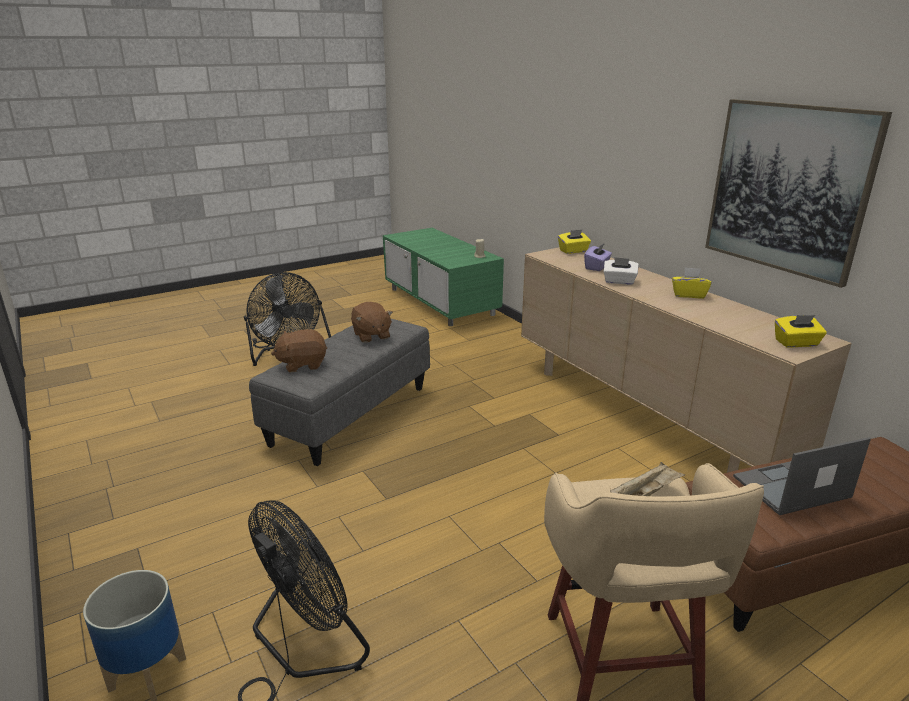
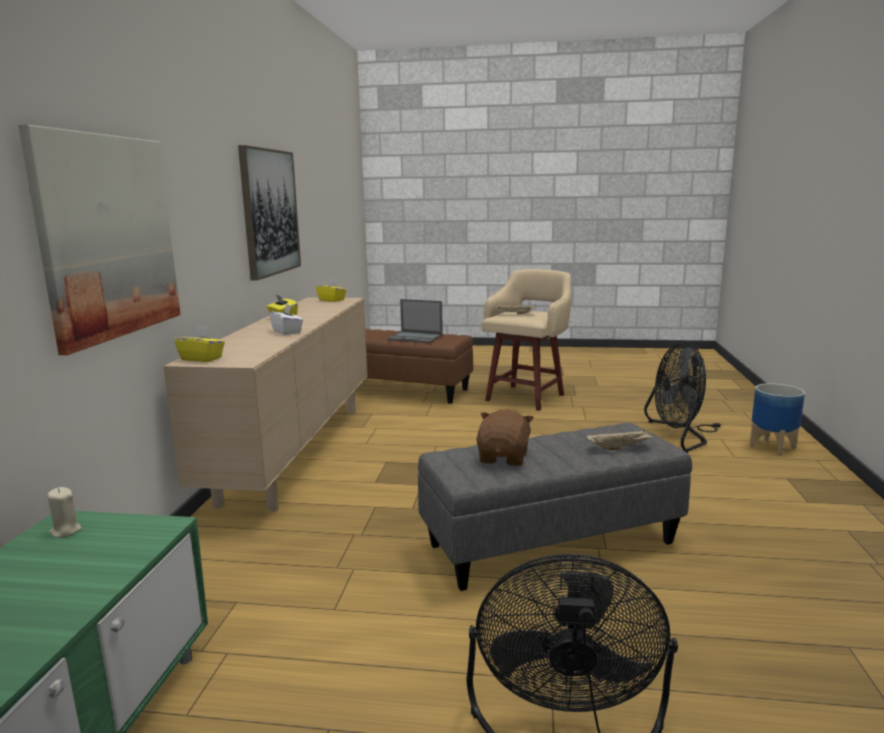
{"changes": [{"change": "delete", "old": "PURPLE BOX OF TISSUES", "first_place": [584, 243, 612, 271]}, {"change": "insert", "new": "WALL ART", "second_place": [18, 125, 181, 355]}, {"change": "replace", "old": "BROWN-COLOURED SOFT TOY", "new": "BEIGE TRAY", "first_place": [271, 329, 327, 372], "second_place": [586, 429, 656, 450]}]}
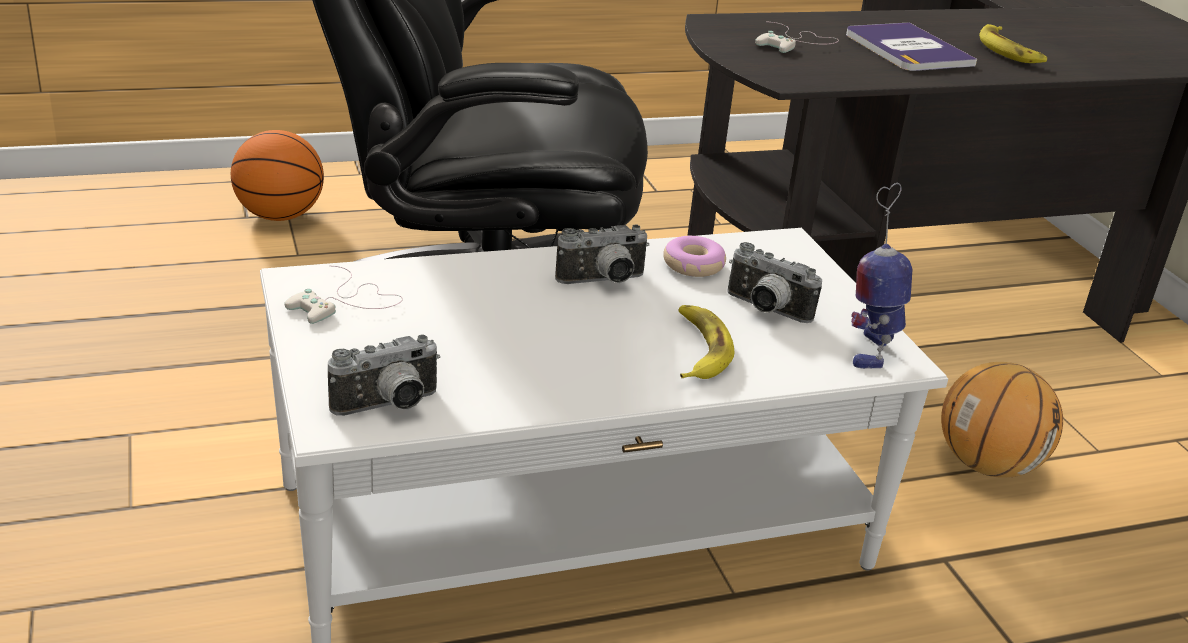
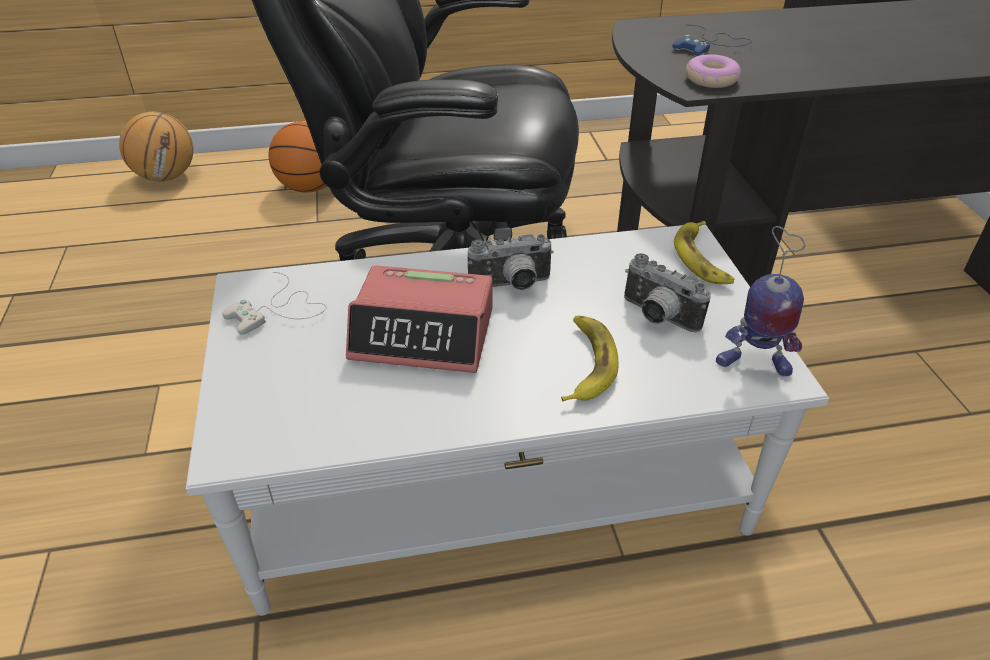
{"changes": [{"change": "delete", "old": "PHOTO CAMERA", "first_place": [328, 334, 440, 416]}, {"change": "delete", "old": "BOOK", "first_place": [846, 22, 977, 71]}, {"change": "insert", "new": "ALARM CLOCK", "second_place": [346, 265, 493, 373]}, {"change": "move", "old": "DOUGHNUT", "first_place": [663, 236, 726, 277], "second_place": [686, 54, 741, 88]}, {"change": "move", "old": "BASKETBALL BALL", "first_place": [941, 362, 1063, 478], "second_place": [119, 112, 194, 181]}, {"change": "move", "old": "WHOLE BANANA", "first_place": [979, 24, 1047, 63], "second_place": [674, 221, 735, 284]}, {"change": "recolor", "old": "WHITE JOYPAD", "new": "BLUISH JOYPAD", "first_place": [755, 22, 839, 53], "second_place": [672, 25, 752, 56]}, {"change": "rotate", "old": "ROBOT FIGURE", "first_place": [851, 183, 912, 369], "second_place": [716, 226, 806, 377], "degrees": -105}]}
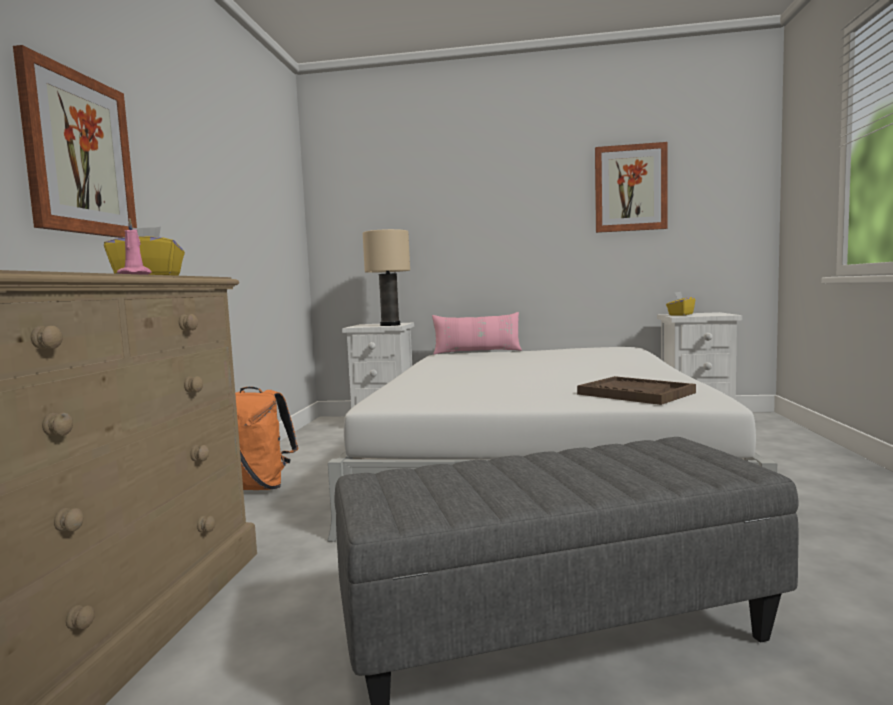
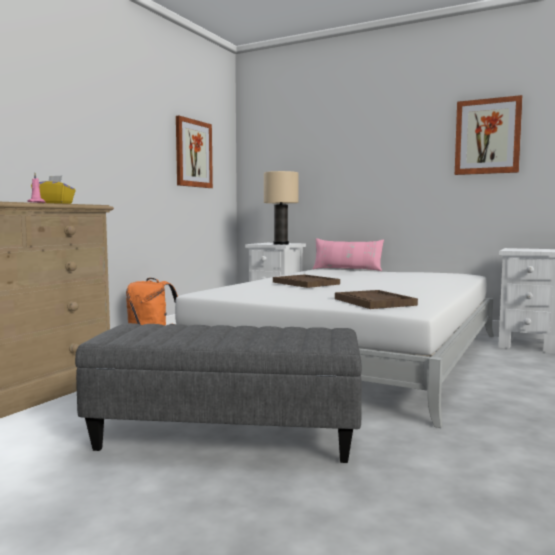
{"changes": [{"change": "delete", "old": "YELLOW-COLOURED BOX OF TISSUES", "first_place": [666, 292, 695, 315]}, {"change": "insert", "new": "BROWN-COLOURED TRAY", "second_place": [273, 274, 340, 288]}, {"change": "move", "old": "WALL ART", "first_place": [13, 45, 137, 238], "second_place": [176, 115, 213, 188]}]}
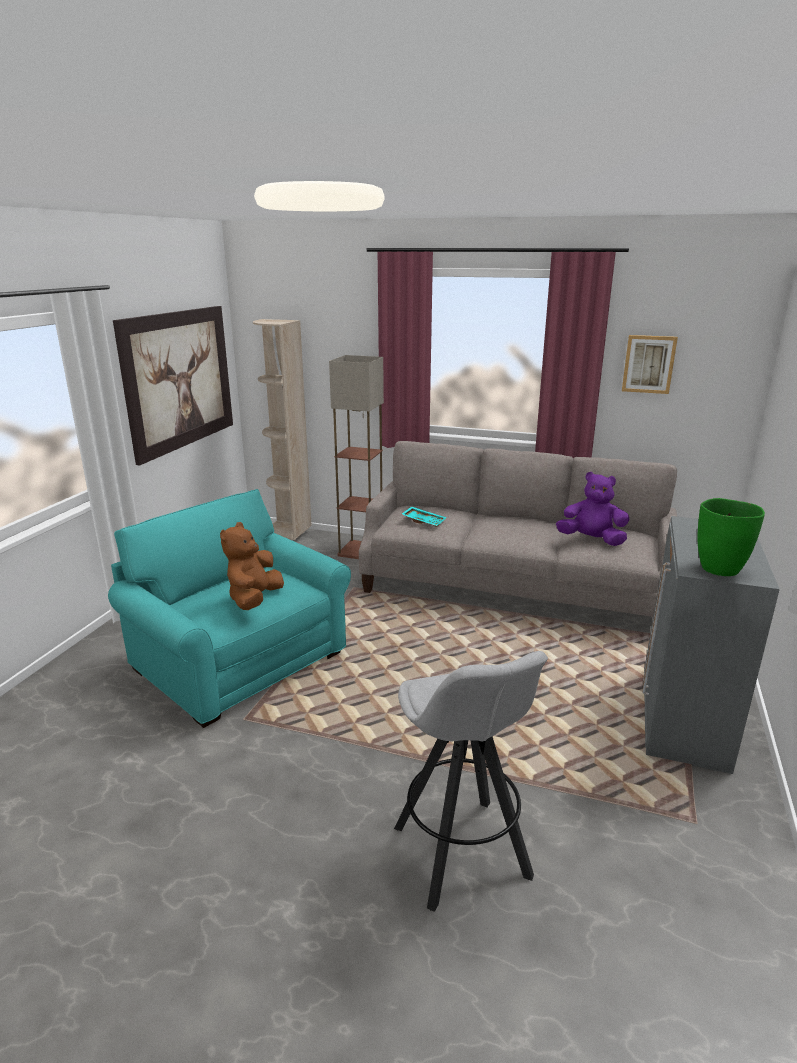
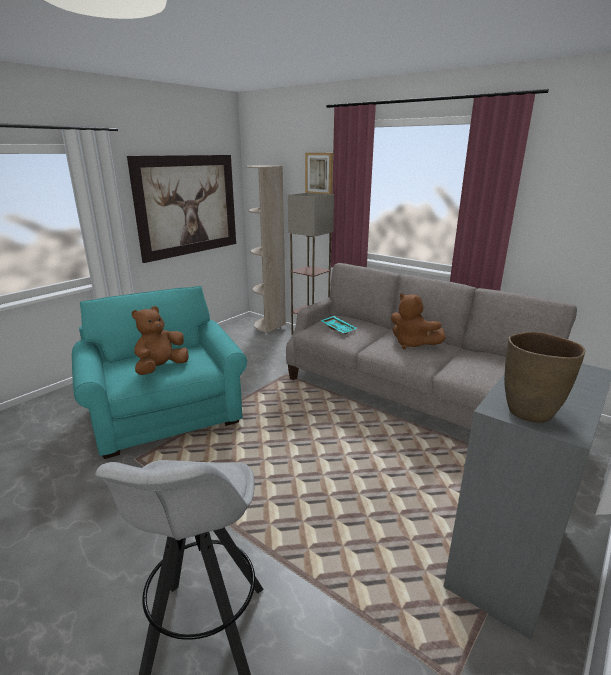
{"changes": [{"change": "delete", "old": "PURPLE SOFT TOY", "first_place": [556, 472, 630, 546]}, {"change": "insert", "new": "BROWN-COLOURED SOFT TOY", "second_place": [391, 293, 446, 349]}, {"change": "move", "old": "WALL ART", "first_place": [622, 335, 678, 394], "second_place": [305, 153, 333, 194]}, {"change": "recolor", "old": "GREEN DECORATIVE VASE", "new": "BROWN-COLOURED DECORATIVE VASE", "first_place": [697, 498, 765, 576], "second_place": [504, 332, 585, 423]}]}
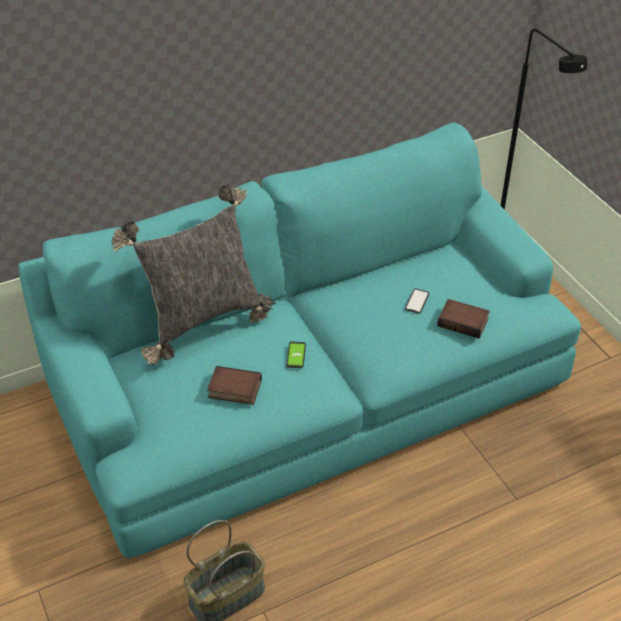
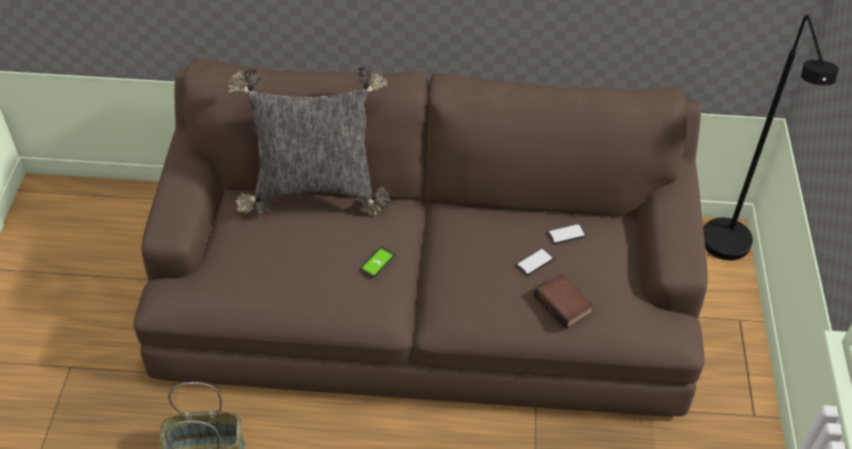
{"changes": [{"change": "delete", "old": "BOOK", "first_place": [207, 366, 262, 405]}, {"change": "insert", "new": "TELEPHONE", "second_place": [547, 223, 586, 244]}, {"change": "recolor", "old": "TURQUOISE SETTEE", "new": "BROWN-COLOURED SETTEE", "first_place": [18, 122, 581, 559], "second_place": [133, 58, 707, 416]}]}
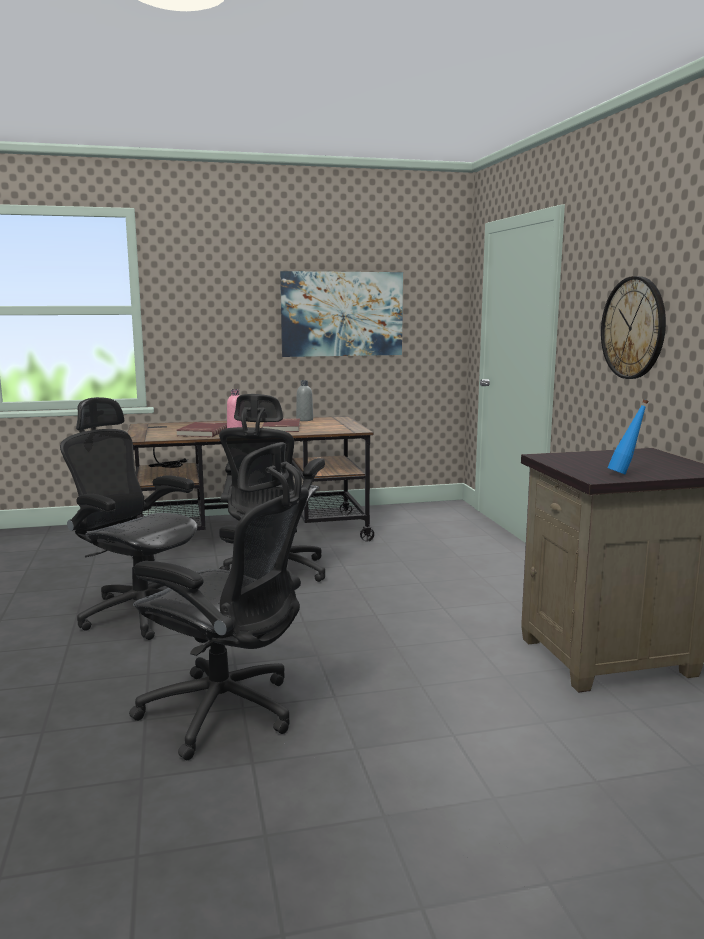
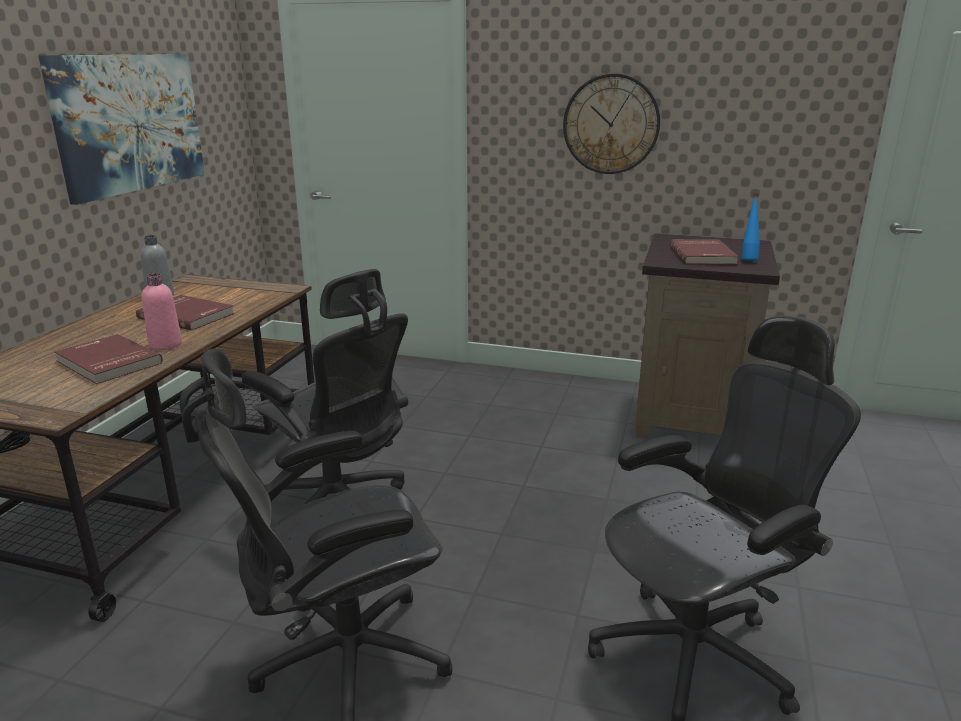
{"changes": [{"change": "insert", "new": "RED BOOK", "second_place": [670, 240, 739, 265]}]}
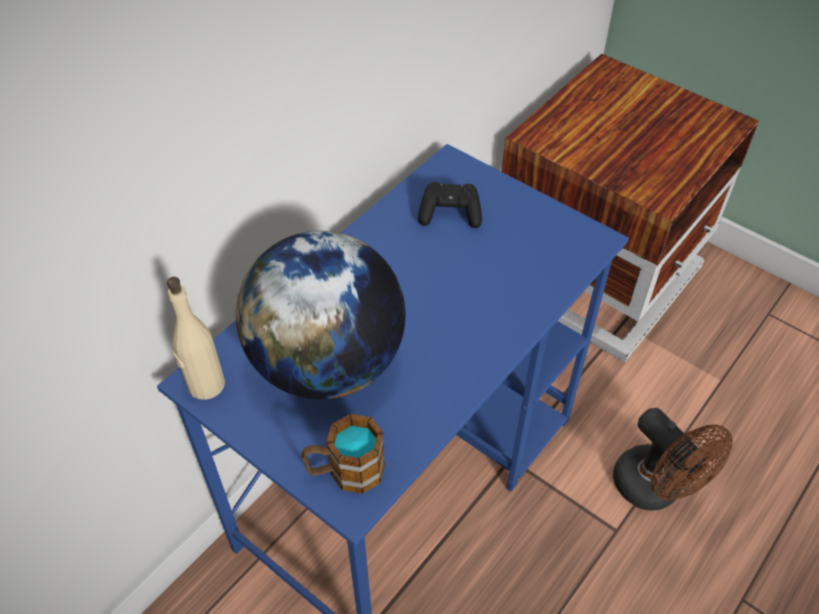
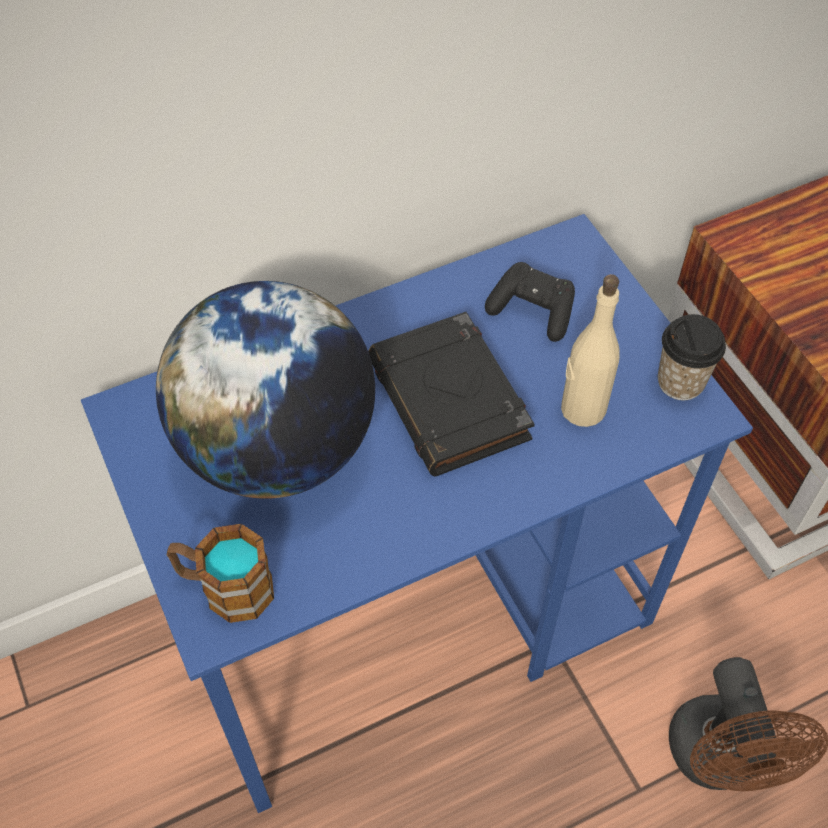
{"changes": [{"change": "insert", "new": "BLACK-COLOURED BOOK", "second_place": [368, 312, 535, 477]}, {"change": "insert", "new": "SMALL CUP", "second_place": [658, 314, 726, 400]}, {"change": "move", "old": "BEIGE BOTTLE", "first_place": [167, 277, 225, 400], "second_place": [561, 274, 620, 427]}]}
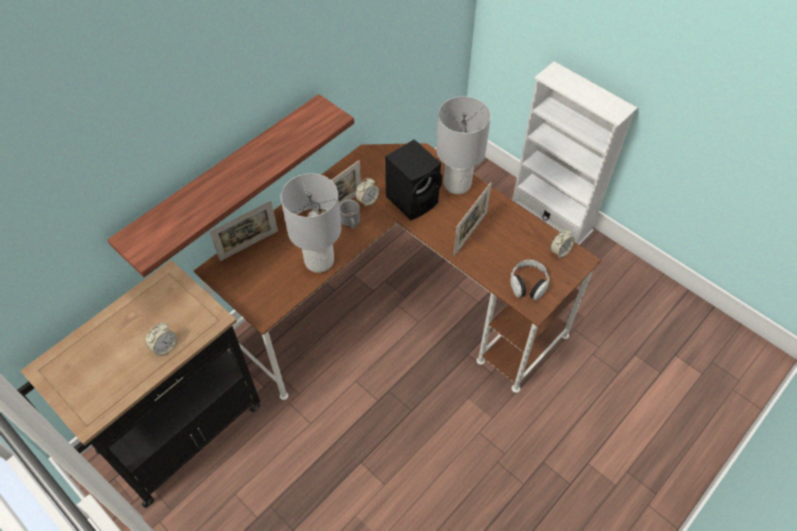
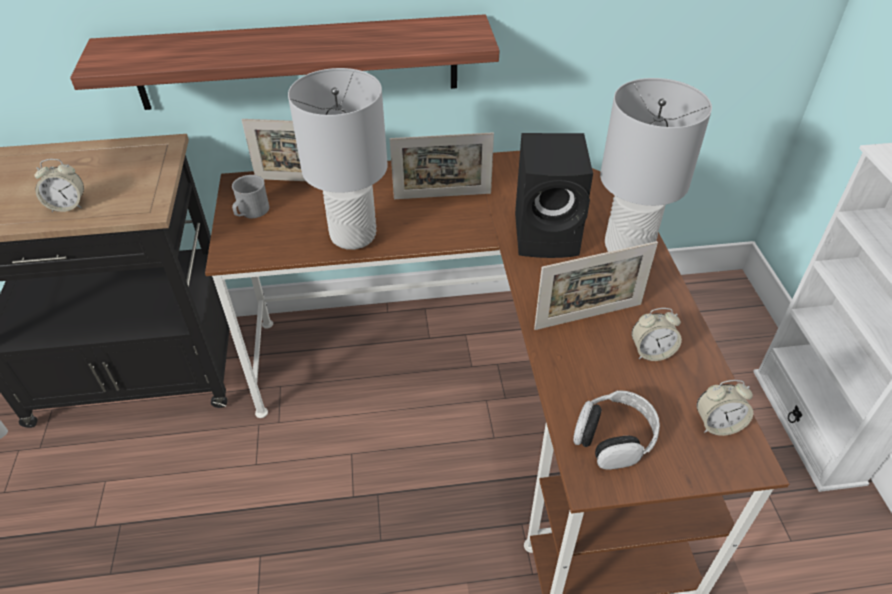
{"changes": [{"change": "move", "old": "GREY TEA MUG", "first_place": [339, 200, 360, 229], "second_place": [232, 175, 269, 218]}, {"change": "move", "old": "ALARM CLOCK", "first_place": [355, 177, 379, 207], "second_place": [632, 308, 682, 361]}]}
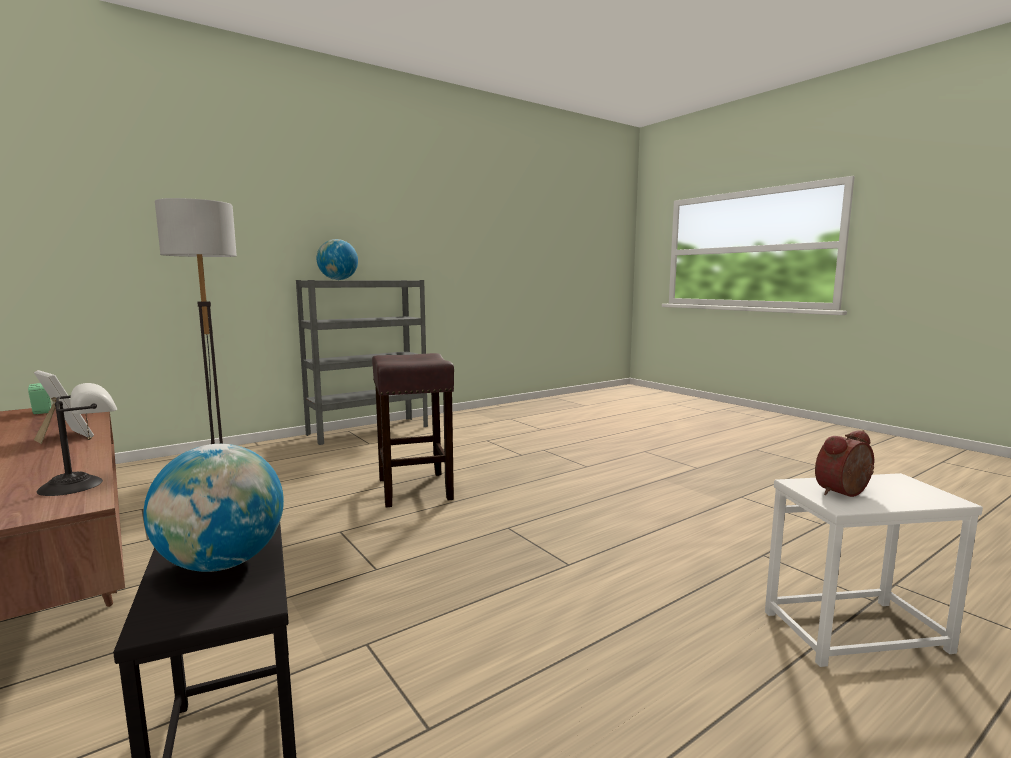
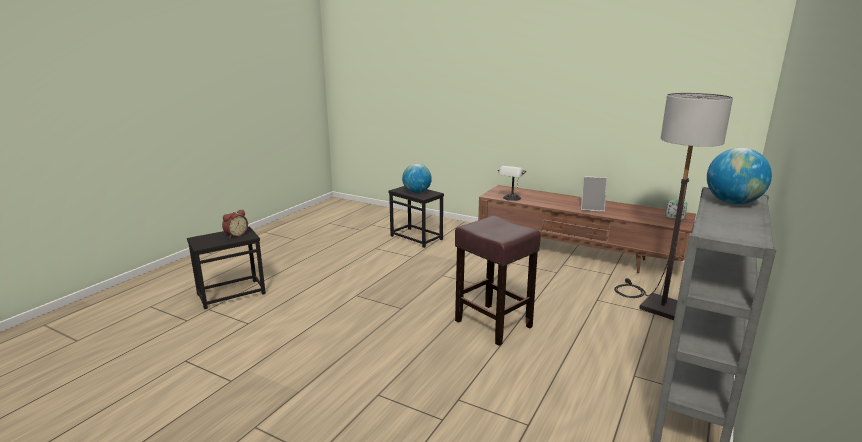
{"changes": [{"change": "recolor", "old": "WHITE SIDE TABLE", "new": "BLACK-COLOURED SIDE TABLE", "first_place": [765, 473, 983, 667], "second_place": [187, 226, 266, 309]}]}
